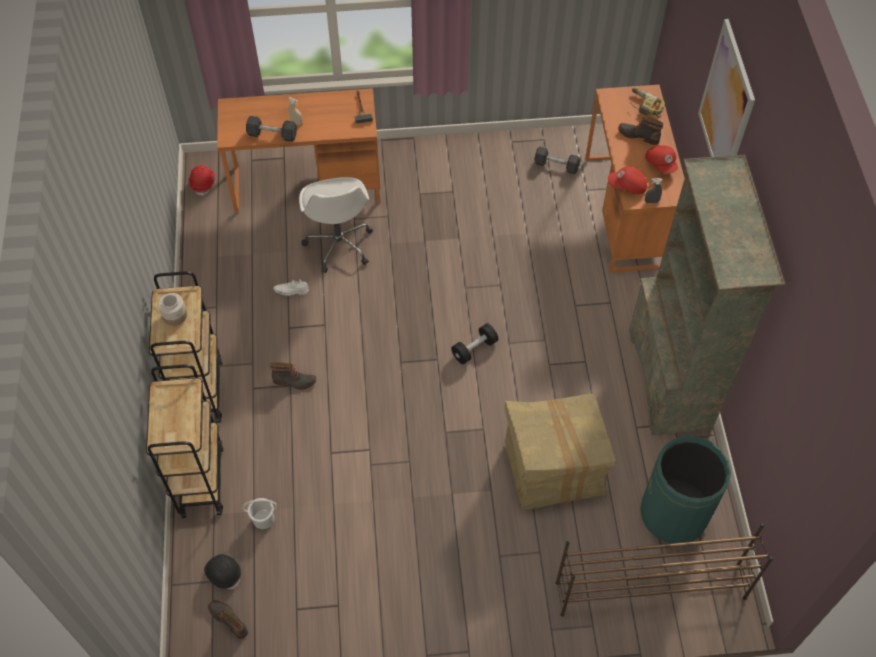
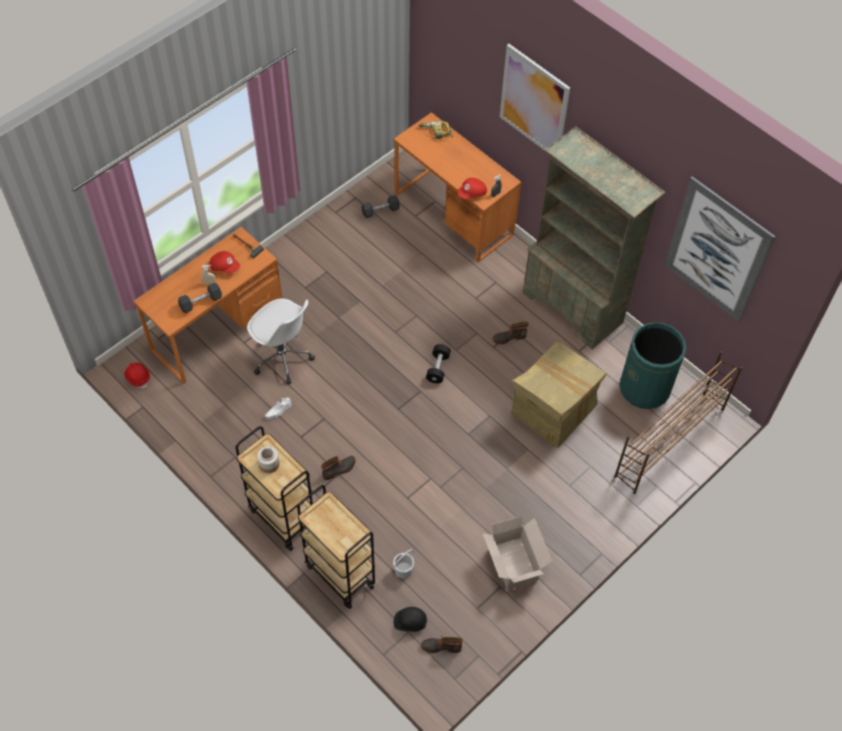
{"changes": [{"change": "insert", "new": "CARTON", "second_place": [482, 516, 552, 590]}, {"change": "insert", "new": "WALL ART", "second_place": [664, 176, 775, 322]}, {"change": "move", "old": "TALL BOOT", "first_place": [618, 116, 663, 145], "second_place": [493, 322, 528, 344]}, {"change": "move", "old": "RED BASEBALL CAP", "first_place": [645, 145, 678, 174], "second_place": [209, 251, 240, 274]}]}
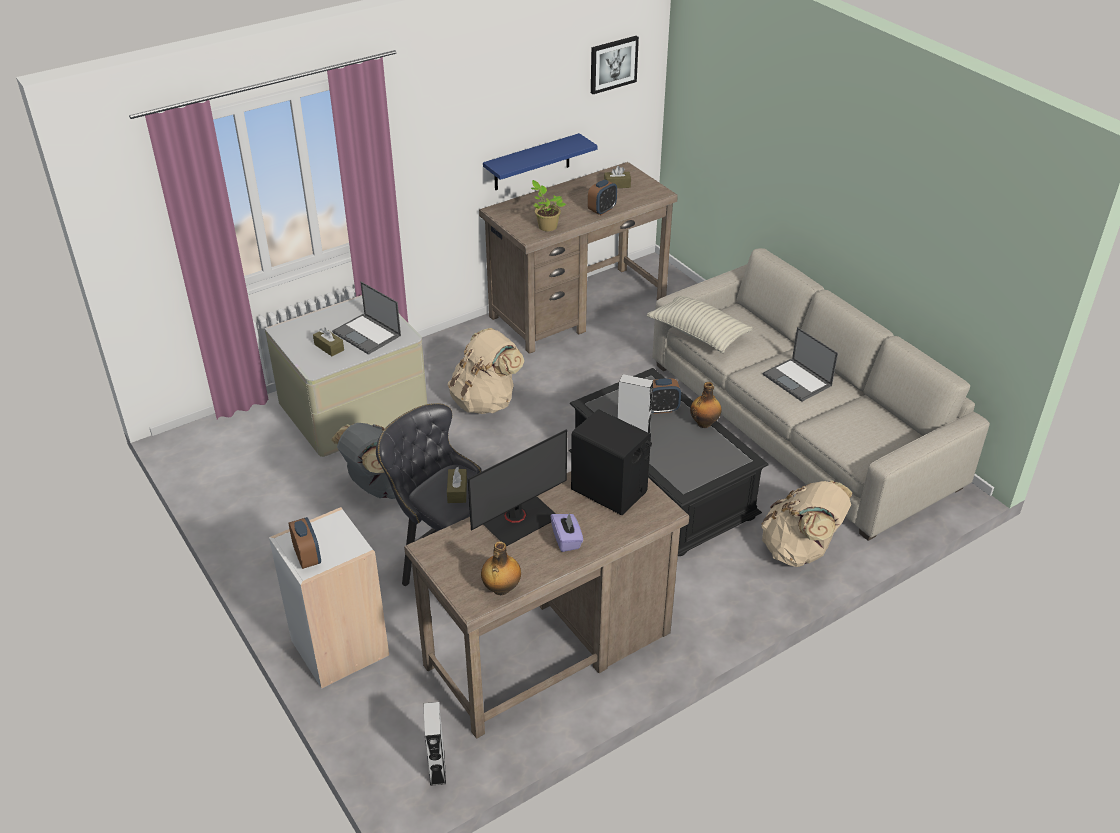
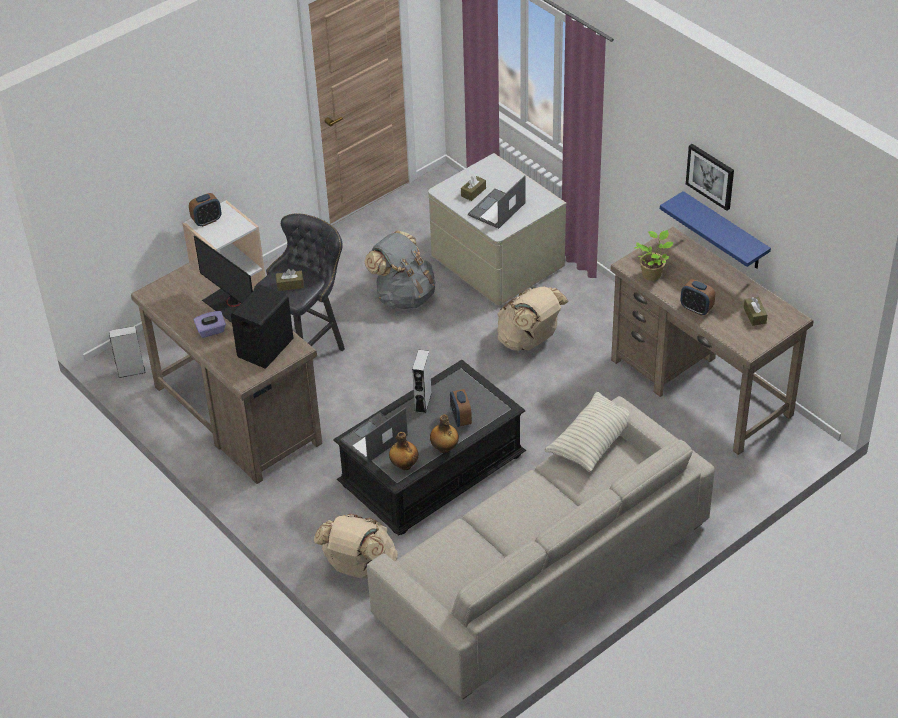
{"changes": [{"change": "move", "old": "BOTTLE", "first_place": [481, 542, 521, 595], "second_place": [389, 432, 418, 470]}, {"change": "move", "old": "WALL ART", "first_place": [591, 36, 639, 94], "second_place": [686, 144, 734, 211]}, {"change": "move", "old": "LAPTOP", "first_place": [763, 327, 838, 402], "second_place": [340, 408, 408, 463]}]}
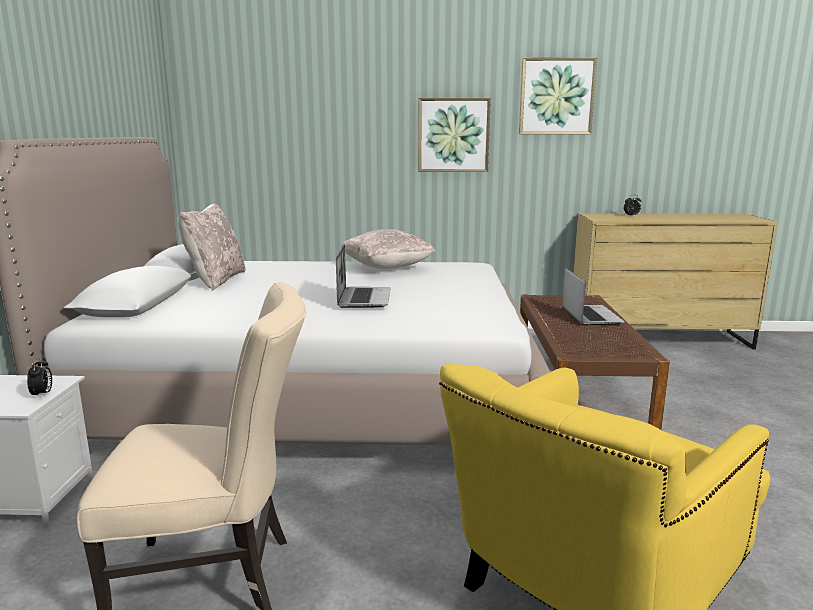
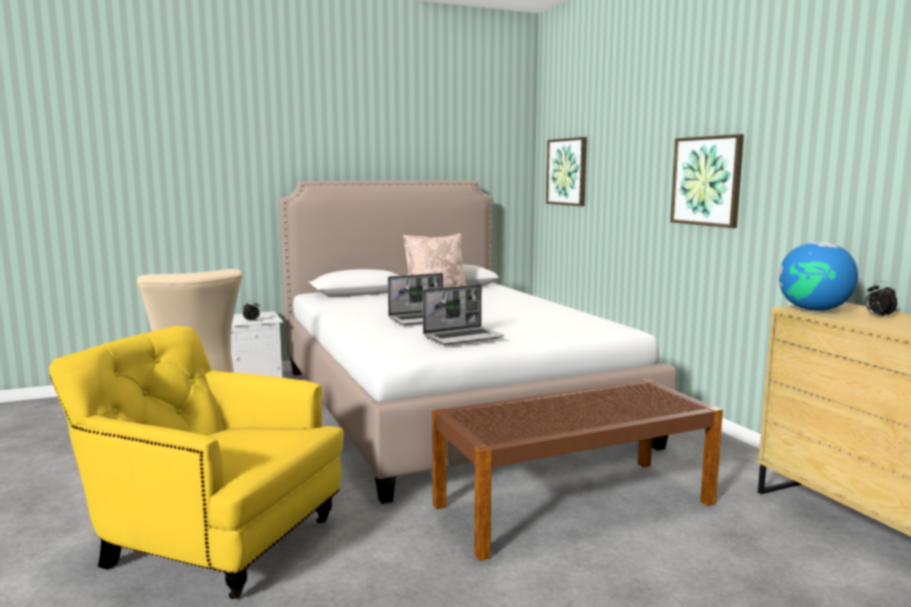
{"changes": [{"change": "delete", "old": "BEIGE CUSHION", "first_place": [341, 229, 436, 269]}, {"change": "insert", "new": "DESK GLOBE", "second_place": [779, 242, 858, 311]}, {"change": "move", "old": "WALL ART", "first_place": [519, 57, 597, 134], "second_place": [546, 137, 587, 206]}, {"change": "move", "old": "LAPTOP", "first_place": [563, 268, 625, 325], "second_place": [423, 285, 504, 345]}]}
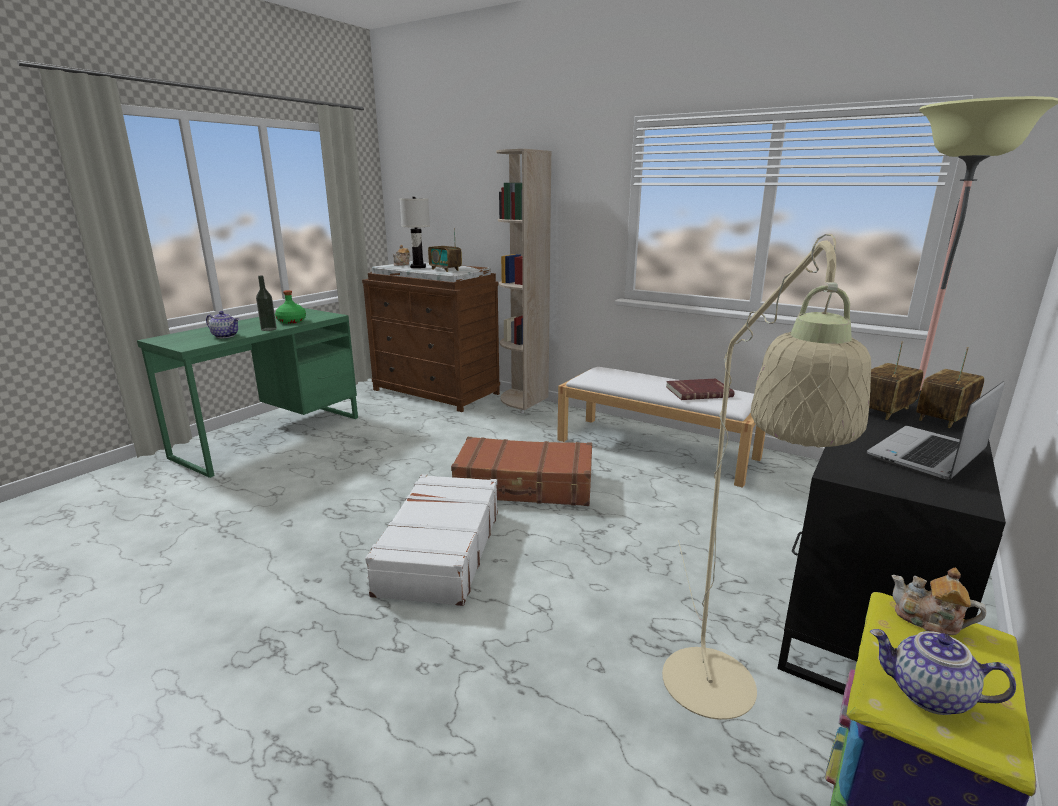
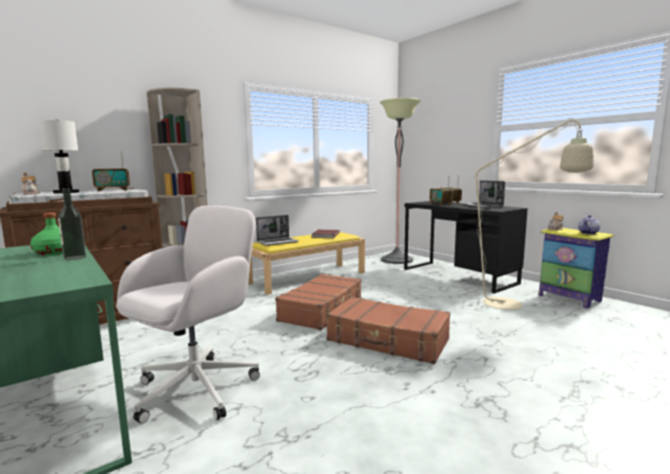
{"changes": [{"change": "delete", "old": "TEA POT", "first_place": [206, 311, 239, 338]}, {"change": "insert", "new": "WHITE COMPUTER CHAIR", "second_place": [116, 205, 260, 424]}, {"change": "insert", "new": "LAPTOP", "second_place": [256, 215, 299, 246]}, {"change": "recolor", "old": "WHITE PIECE OF LUGGAGE", "new": "BROWN-COLOURED PIECE OF LUGGAGE", "first_place": [365, 474, 498, 606], "second_place": [326, 296, 450, 364]}, {"change": "recolor", "old": "WHITE INDOOR BENCH", "new": "YELLOW-COLOURED INDOOR BENCH", "first_place": [557, 367, 765, 488], "second_place": [248, 232, 365, 295]}]}
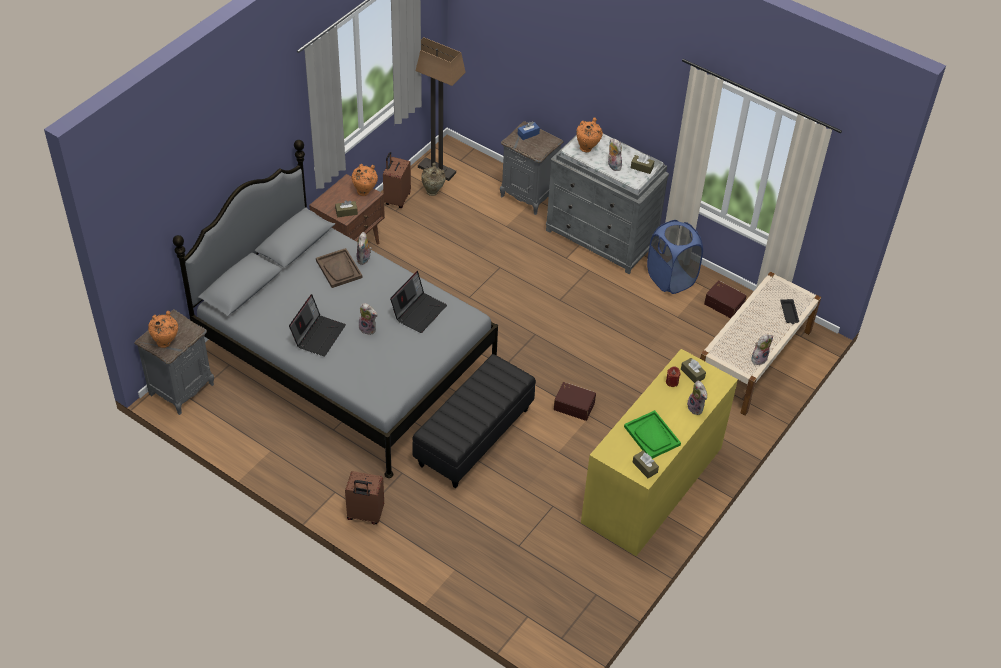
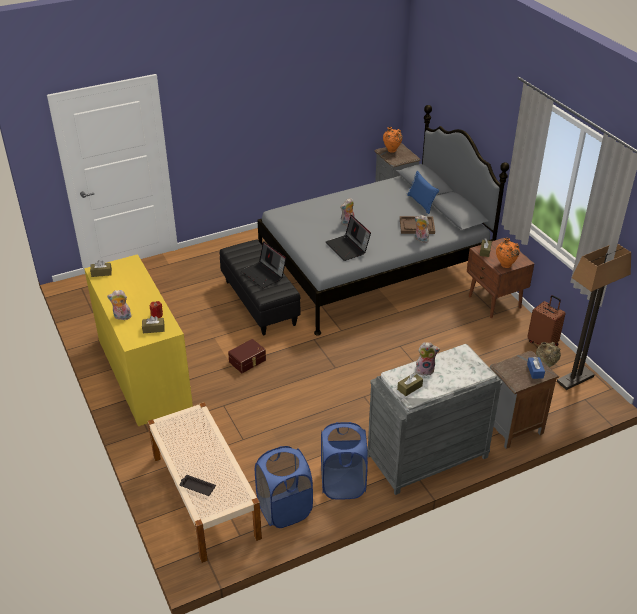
{"changes": [{"change": "delete", "old": "BROWN-COLOURED PIECE OF LUGGAGE", "first_place": [345, 471, 384, 525]}, {"change": "delete", "old": "ORANGEY DECORATIVE VASE", "first_place": [576, 117, 603, 152]}, {"change": "delete", "old": "GREEN TRAY", "first_place": [624, 410, 681, 459]}, {"change": "delete", "old": "SOFT TOY", "first_place": [752, 334, 773, 365]}, {"change": "insert", "new": "BLUISH CUSHION", "second_place": [407, 171, 439, 214]}, {"change": "move", "old": "LAPTOP", "first_place": [289, 294, 346, 357], "second_place": [241, 241, 286, 288]}, {"change": "replace", "old": "BROWN-COLOURED STORAGE BIN", "new": "BLUISH LAUNDRY BASKET", "first_place": [704, 280, 747, 318], "second_place": [255, 446, 313, 528]}]}
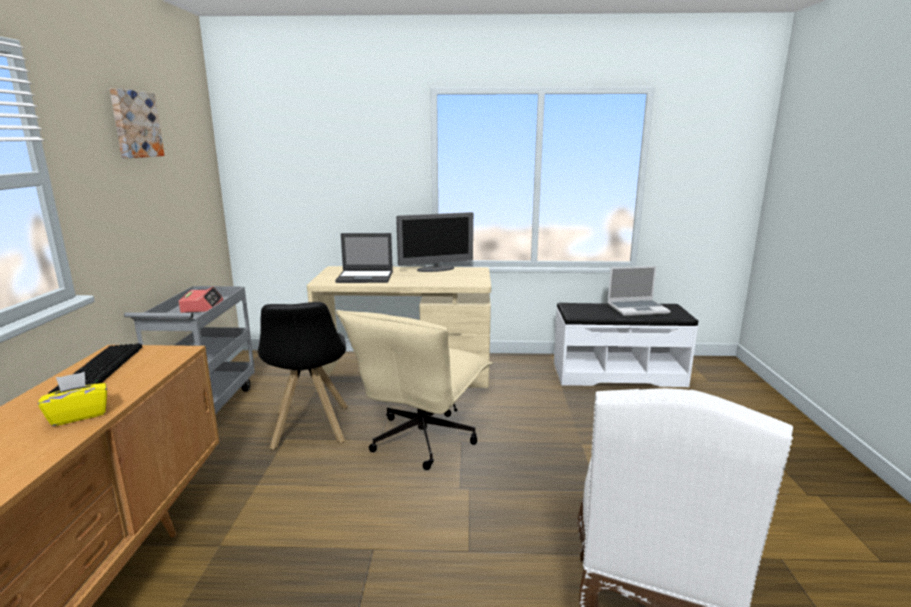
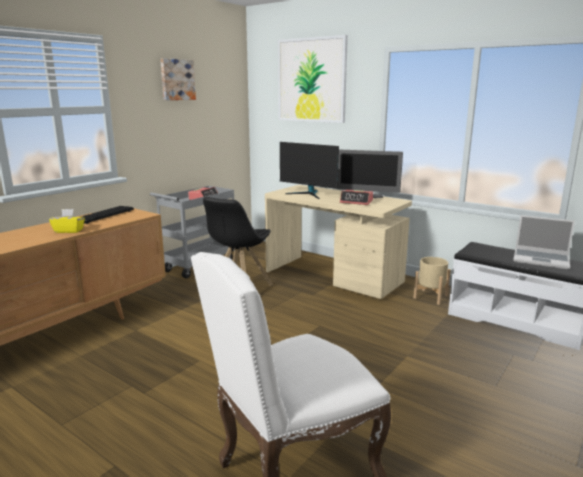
{"changes": [{"change": "delete", "old": "BEIGE COMPUTER CHAIR", "first_place": [336, 310, 493, 470]}, {"change": "insert", "new": "WALL ART", "second_place": [278, 35, 348, 123]}, {"change": "insert", "new": "ALARM CLOCK", "second_place": [340, 190, 373, 205]}, {"change": "insert", "new": "BEIGE FLOWER POT", "second_place": [414, 257, 451, 305]}, {"change": "replace", "old": "LAPTOP", "new": "COMPUTER DISPLAY", "first_place": [335, 233, 393, 283], "second_place": [280, 142, 339, 199]}]}
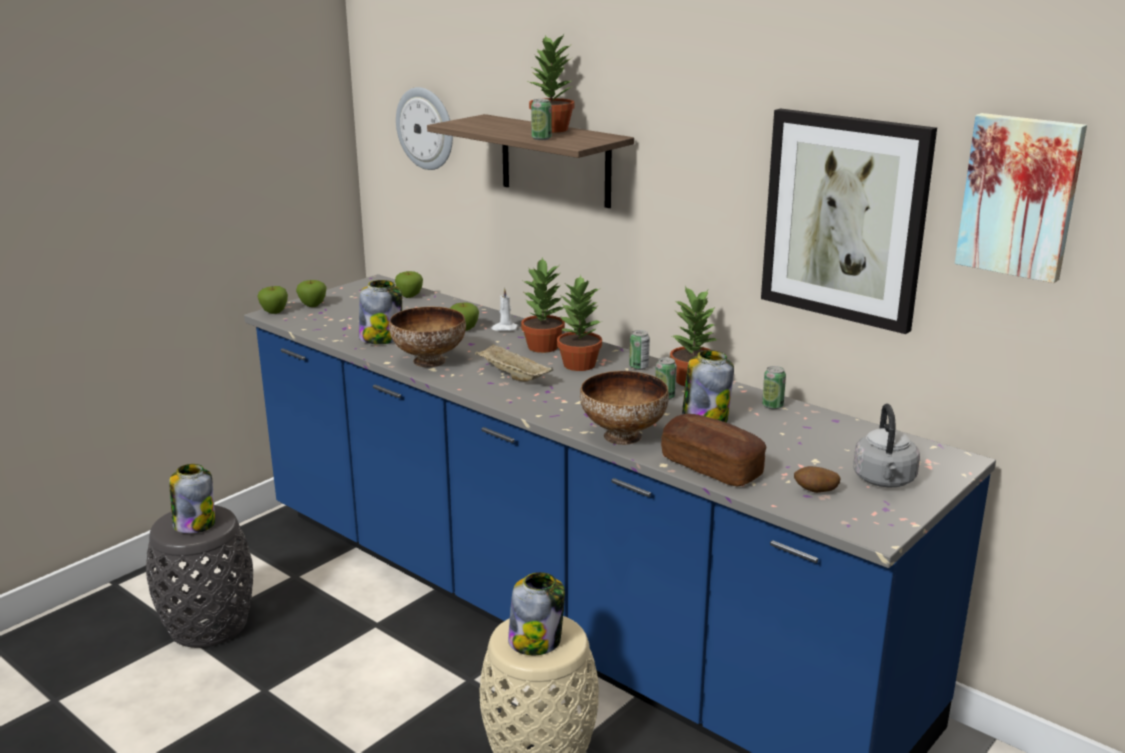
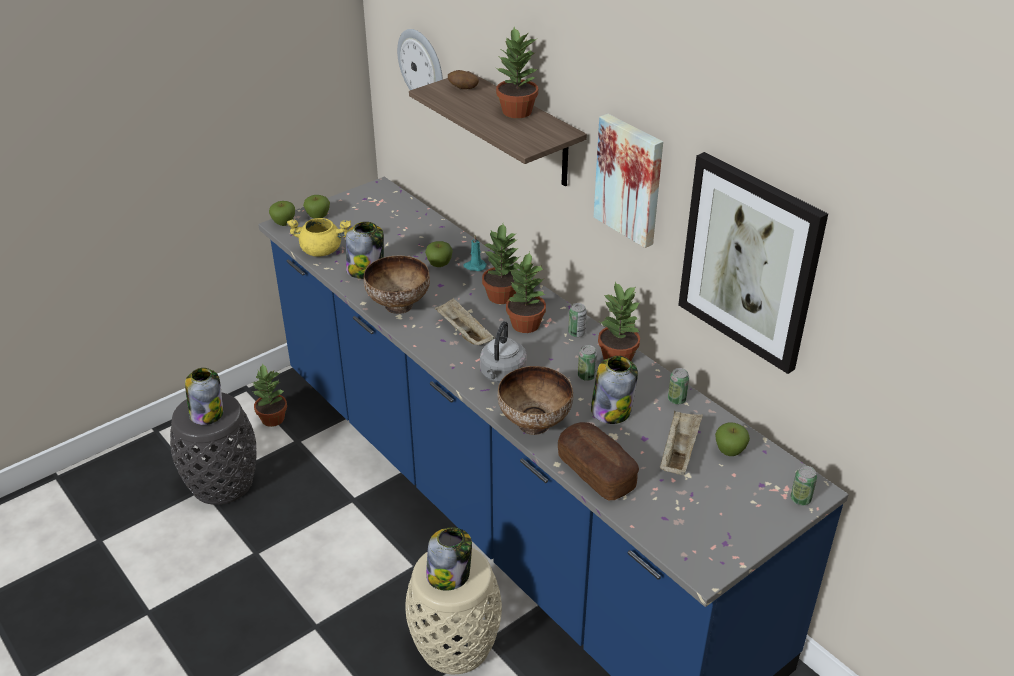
{"changes": [{"change": "insert", "new": "PLANT IN A POT", "second_place": [253, 363, 287, 427]}, {"change": "insert", "new": "YELLOW-COLOURED SAUCEPOT", "second_place": [287, 218, 351, 257]}, {"change": "insert", "new": "BEIGE TRAY", "second_place": [660, 411, 703, 475]}, {"change": "move", "old": "APPLE FRUIT", "first_place": [395, 271, 423, 298], "second_place": [715, 422, 750, 456]}, {"change": "move", "old": "METAL CAN", "first_place": [531, 99, 552, 140], "second_place": [791, 466, 817, 505]}, {"change": "move", "old": "SPUD", "first_place": [794, 466, 841, 493], "second_place": [448, 70, 479, 89]}, {"change": "move", "old": "GREY WATER KETTLE", "first_place": [853, 403, 920, 487], "second_place": [480, 321, 527, 383]}, {"change": "move", "old": "WALL ART", "first_place": [955, 113, 1087, 283], "second_place": [594, 114, 663, 248]}, {"change": "recolor", "old": "WHITE WAX LIGHT", "new": "TURQUOISE WAX LIGHT", "first_place": [492, 288, 518, 331], "second_place": [464, 235, 487, 271]}]}
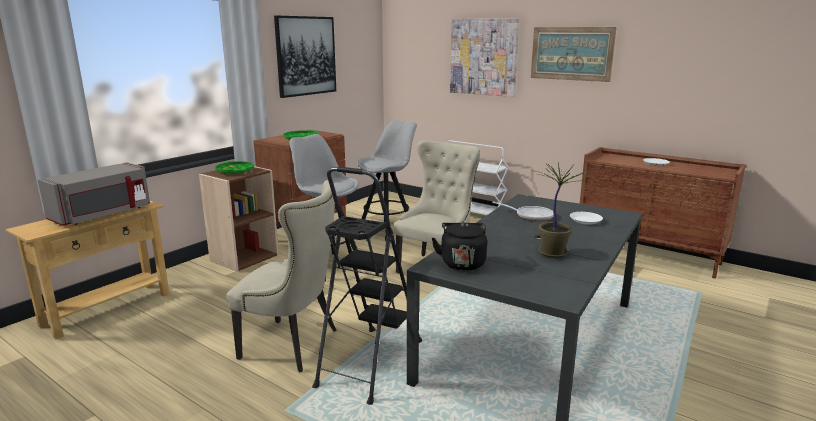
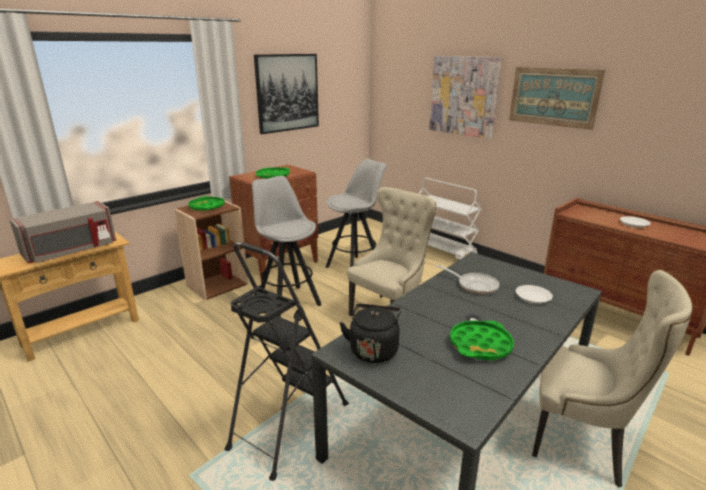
{"changes": [{"change": "move", "old": "BEIGE UPRIGHT CHAIR", "first_place": [226, 180, 337, 372], "second_place": [532, 270, 692, 488]}, {"change": "replace", "old": "PLANT IN A POT", "new": "GREEN TRAY", "first_place": [532, 162, 593, 258], "second_place": [450, 320, 514, 361]}]}
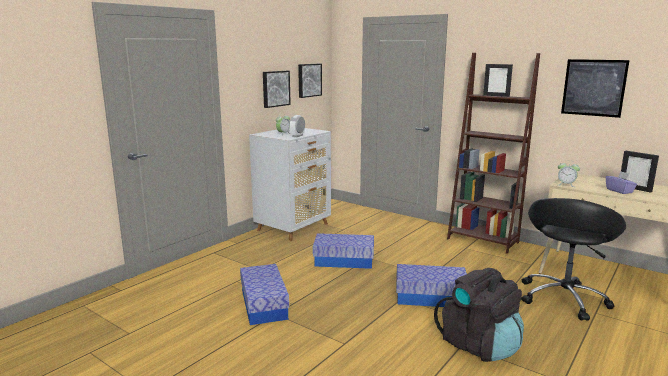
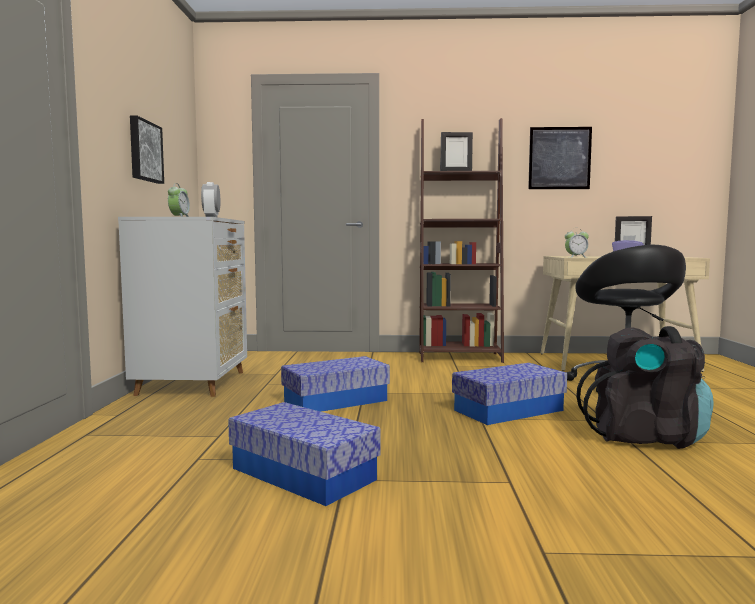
{"changes": [{"change": "delete", "old": "WALL ART", "first_place": [298, 64, 322, 98]}]}
